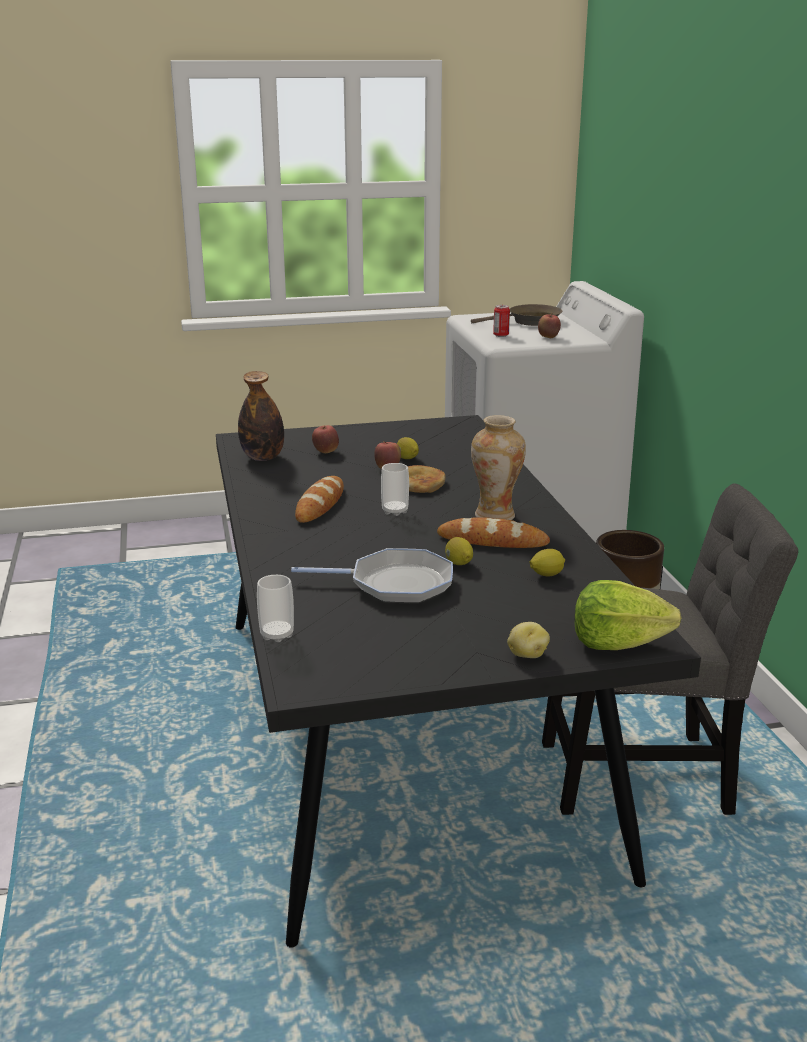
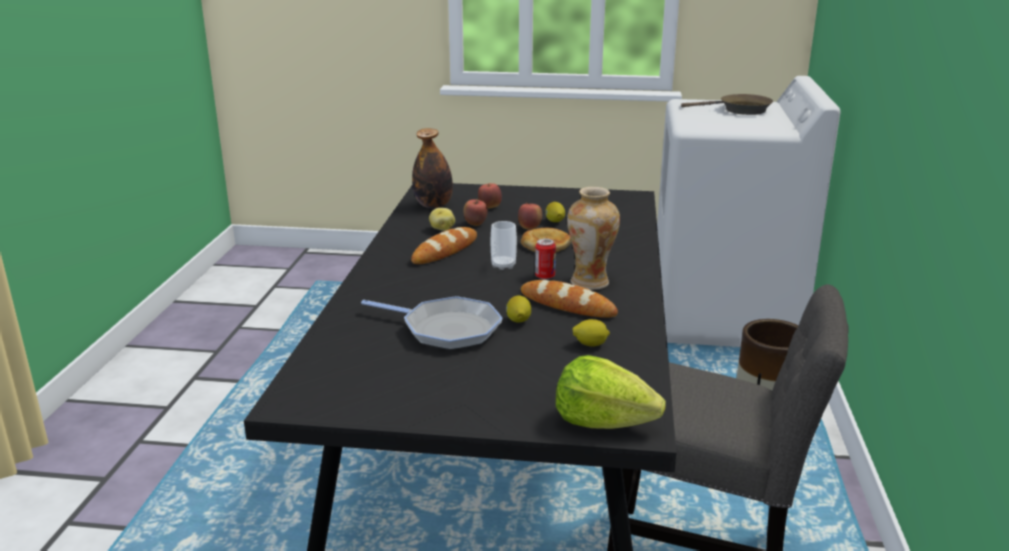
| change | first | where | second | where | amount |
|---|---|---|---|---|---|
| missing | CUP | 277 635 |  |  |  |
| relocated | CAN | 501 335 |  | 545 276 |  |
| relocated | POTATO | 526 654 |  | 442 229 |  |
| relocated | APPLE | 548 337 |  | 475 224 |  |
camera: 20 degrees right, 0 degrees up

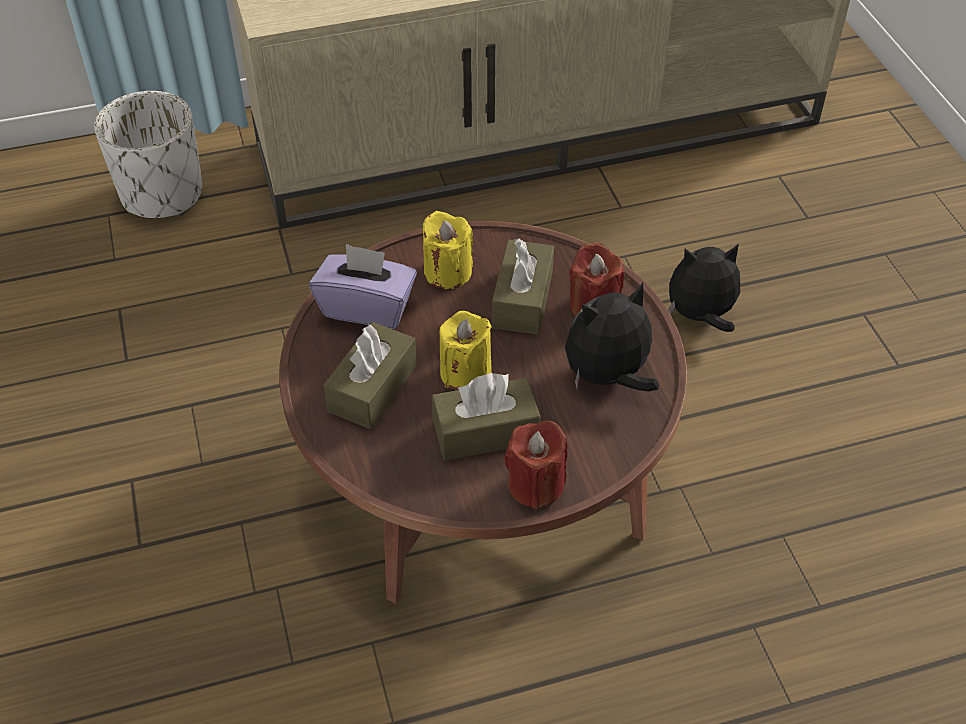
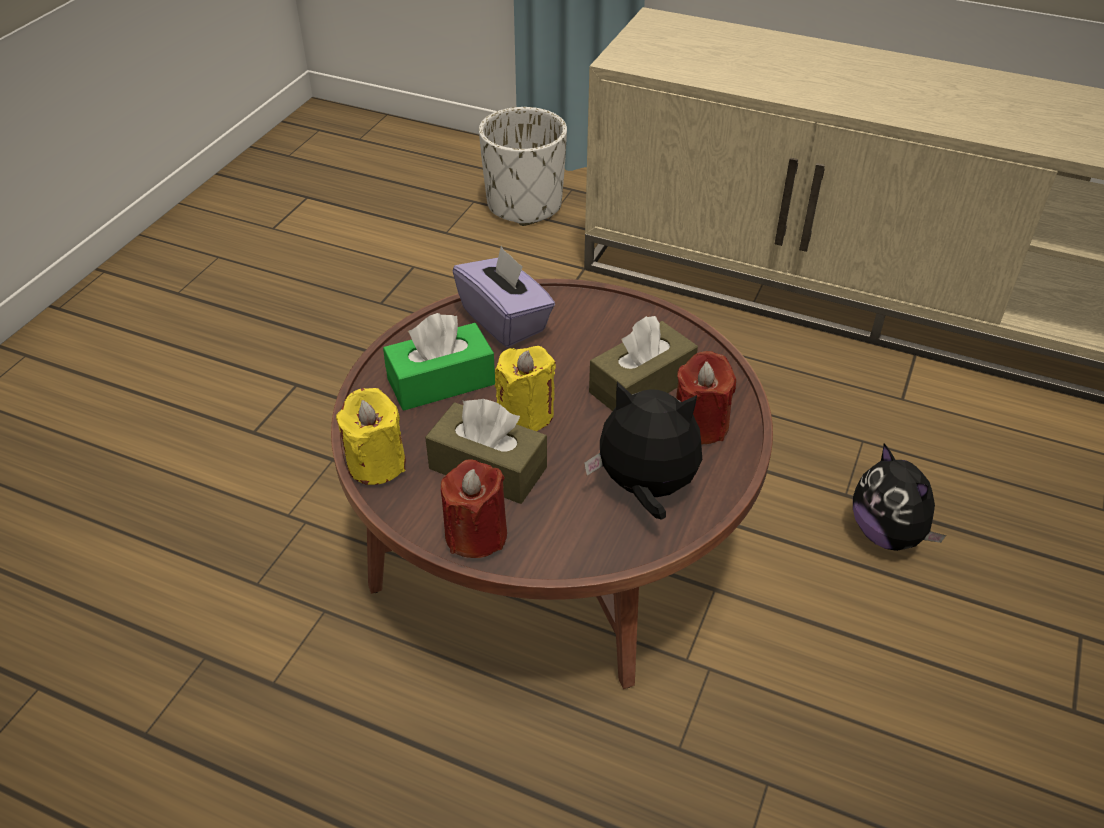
| change | first | where | second | where | amount |
|---|---|---|---|---|---|
| relocated | YELLOW CANDLE | 447 272 |  | 376 463 |  |
| colour | BROWN TISSUE BOX | 372 388 | GREEN TISSUE BOX | 441 382 |  |
| spun | PLUSH TOY | 700 316 |  | 887 533 | 150 degrees counterclockwise |
camera: 40 degrees right, 5 degrees down

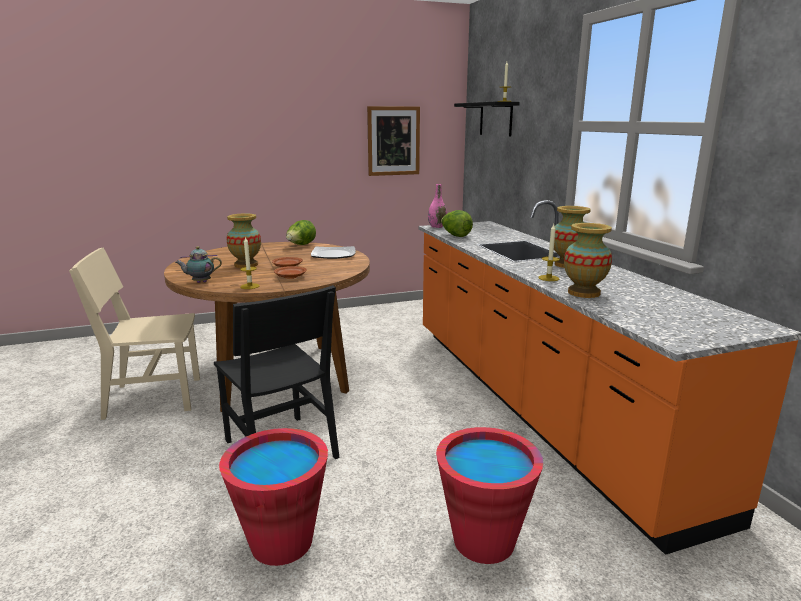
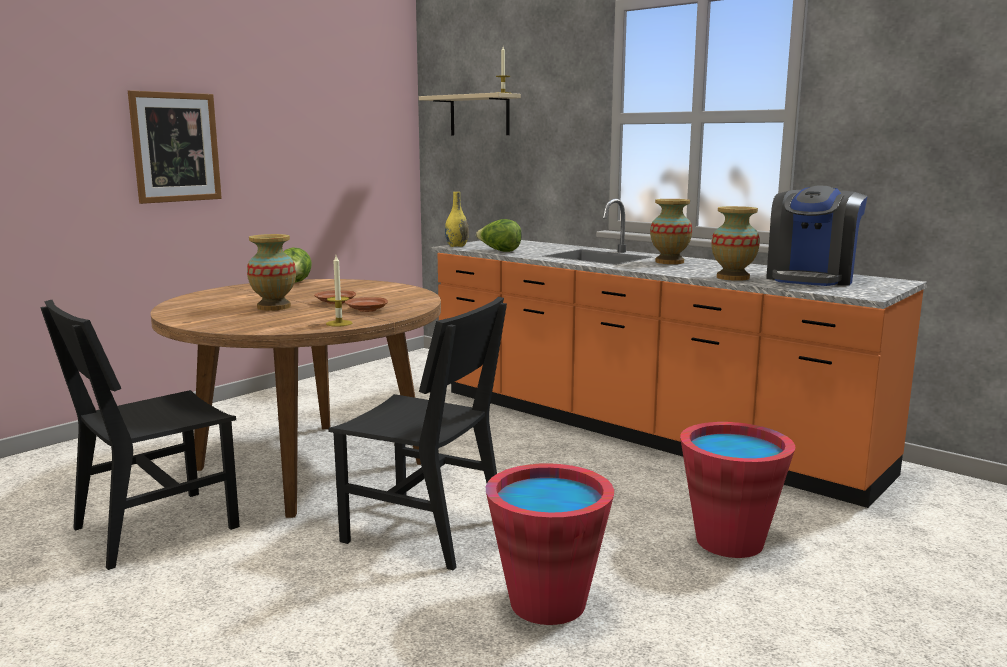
| change | first | where | second | where | amount |
|---|---|---|---|---|---|
| missing | TEAPOT | 200 282 |  |  |  |
| missing | PLATE | 333 254 |  |  |  |
| missing | CANDLE | 548 278 |  |  |  |
| appeared |  |  | COFFEE MACHINE | 811 278 |  |
| relocated | PICTURE | 393 141 |  | 176 147 |  |
| colour | BEIGE CHAIR | 153 397 | BLACK CHAIR | 156 527 |  |
| colour | PINK VASE | 437 227 | YELLOW VASE | 457 246 |  |
| colour | BLACK SHELF | 496 119 | BEIGE SHELF | 479 115 |  |
camera: 30 degrees left, 5 degrees down

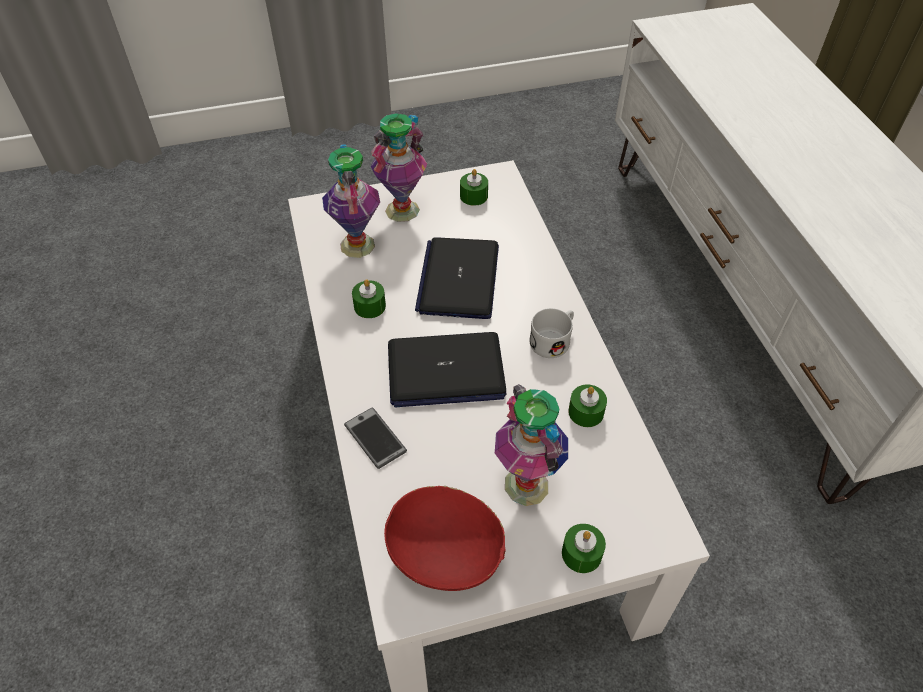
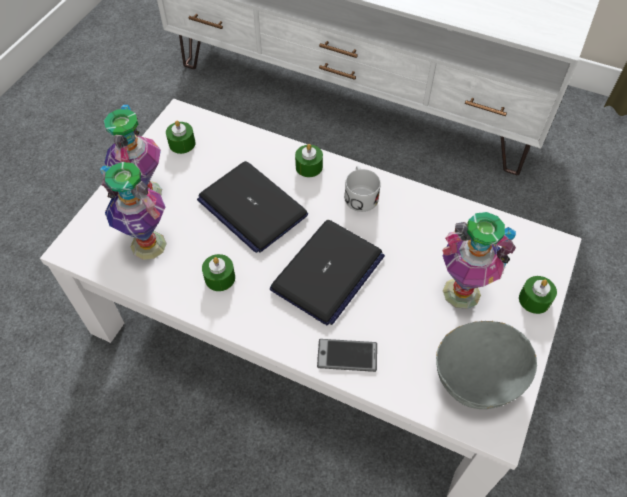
| change | first | where | second | where | amount |
|---|---|---|---|---|---|
| relocated | GREEN CANDLE | 586 412 |  | 309 167 |  |
| colour | RED BOWL | 446 554 | GREY BOWL | 478 375 |  |
camera: 50 degrees left, 5 degrees up

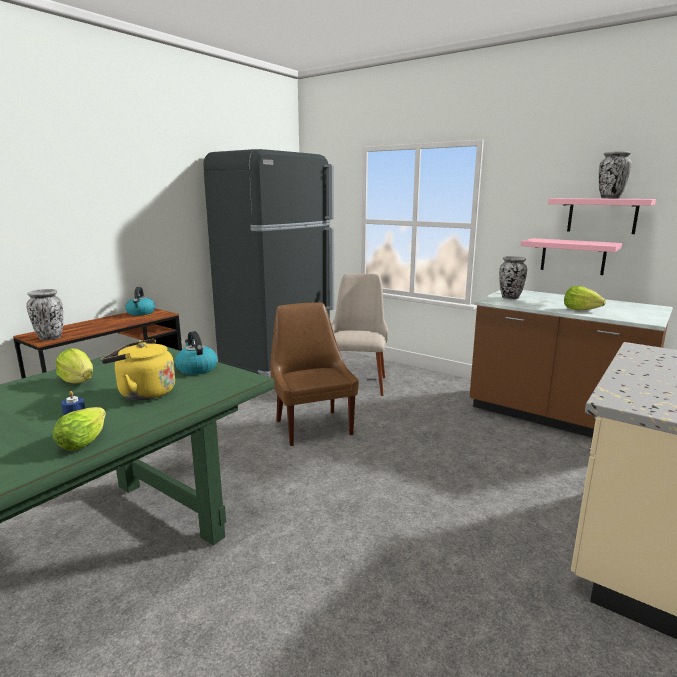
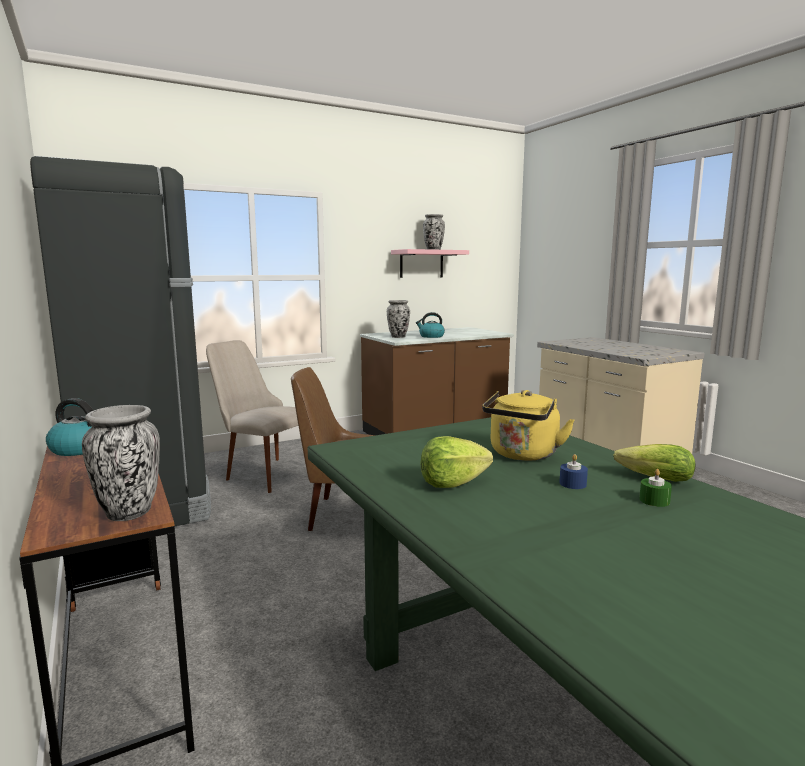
| change | first | where | second | where | amount |
|---|---|---|---|---|---|
| missing | PINK SHELF | 573 256 |  |  |  |
| missing | LETTUCE | 580 309 |  |  |  |
| appeared |  |  | GREEN CANDLE | 654 500 |  |
| relocated | KETTLE | 196 368 |  | 431 336 |  |
camera: 65 degrees left, 5 degrees down

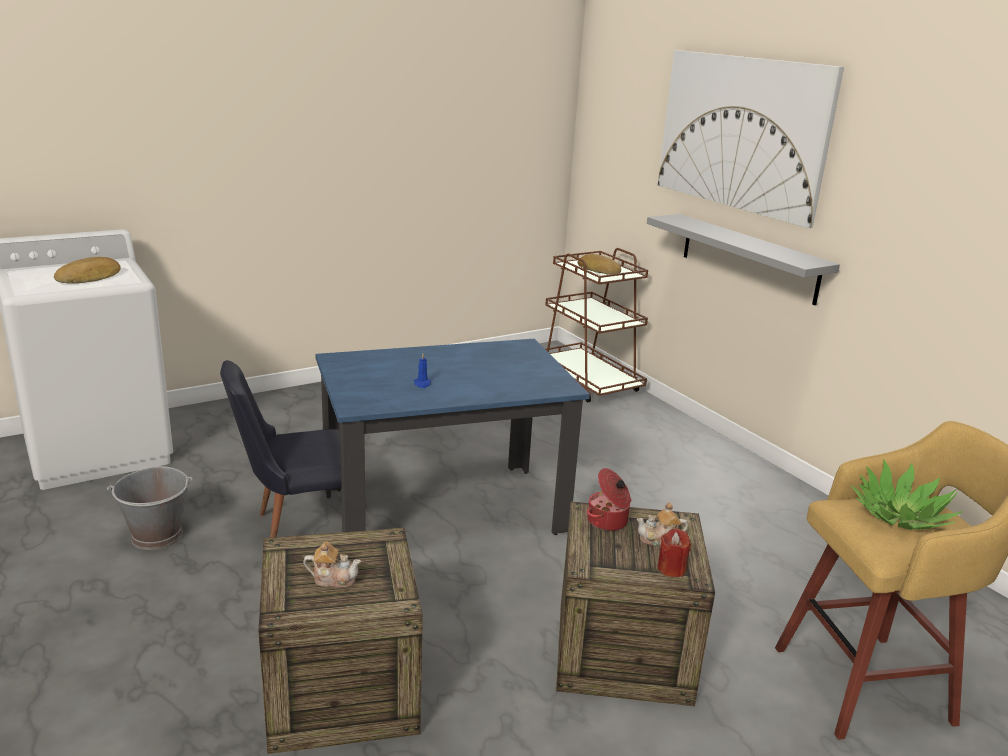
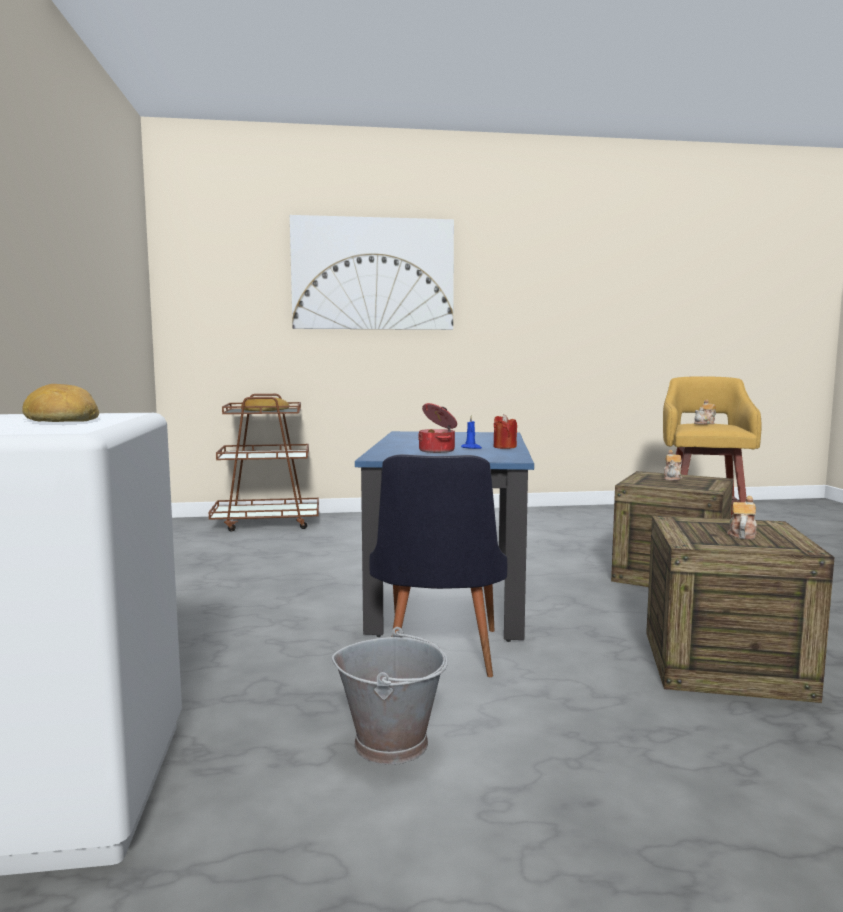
| change | first | where | second | where | amount |
|---|---|---|---|---|---|
| missing | GREY SHELF | 748 258 |  |  |  |
| relocated | COOKING POT | 608 522 |  | 438 450 |  |
| relocated | RED CANDLE | 671 568 |  | 504 447 |  |
| exchanged | POTTED PLANT | 900 516 | TEAPOT | 705 423 |  |
camera: 65 degrees left, 15 degrees down

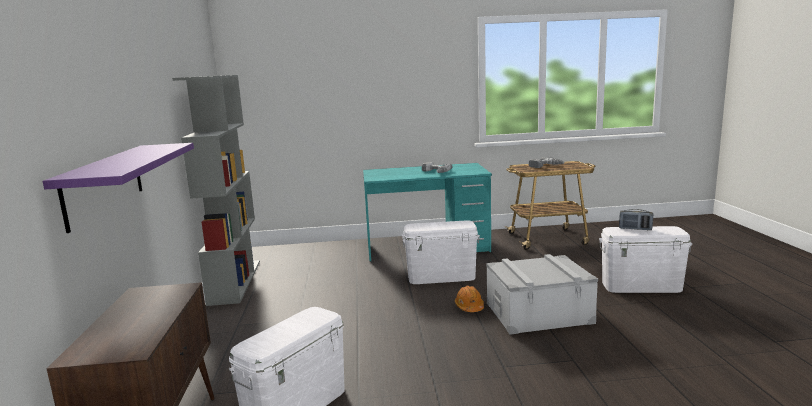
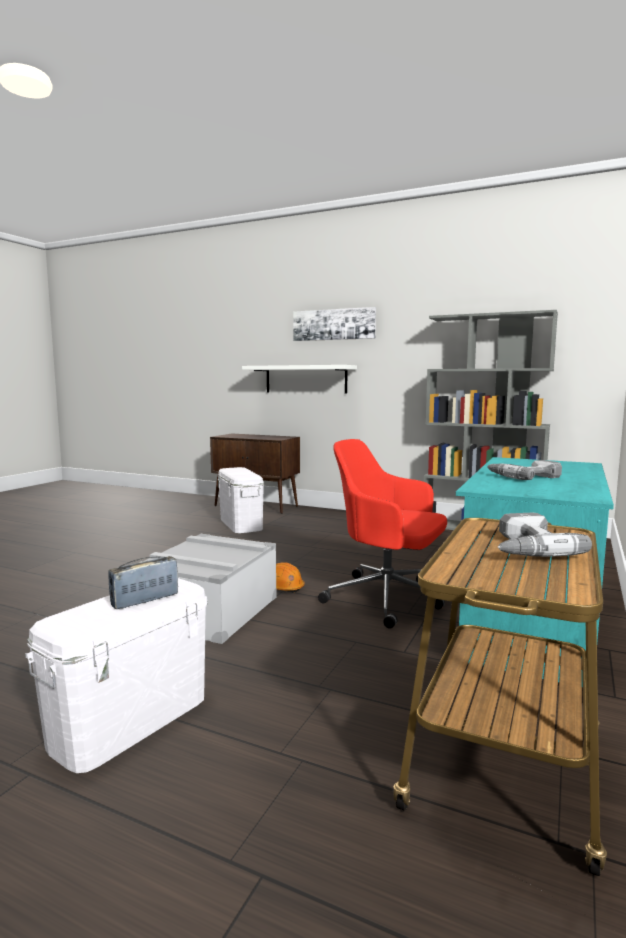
| change | first | where | second | where | amount |
|---|---|---|---|---|---|
| appeared |  |  | PICTURE | 334 324 |  |
| exchanged | WHITE STORAGE BOX | 441 277 | RED OFFICE CHAIR | 387 599 |  |
| colour | PURPLE SHELF | 104 184 | WHITE SHELF | 305 379 |  |
camera: 120 degrees right, 5 degrees down

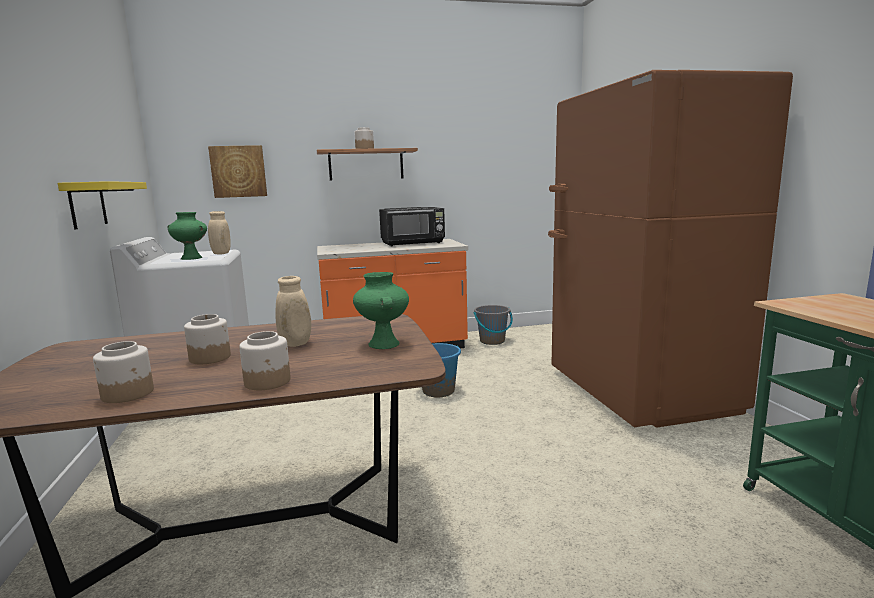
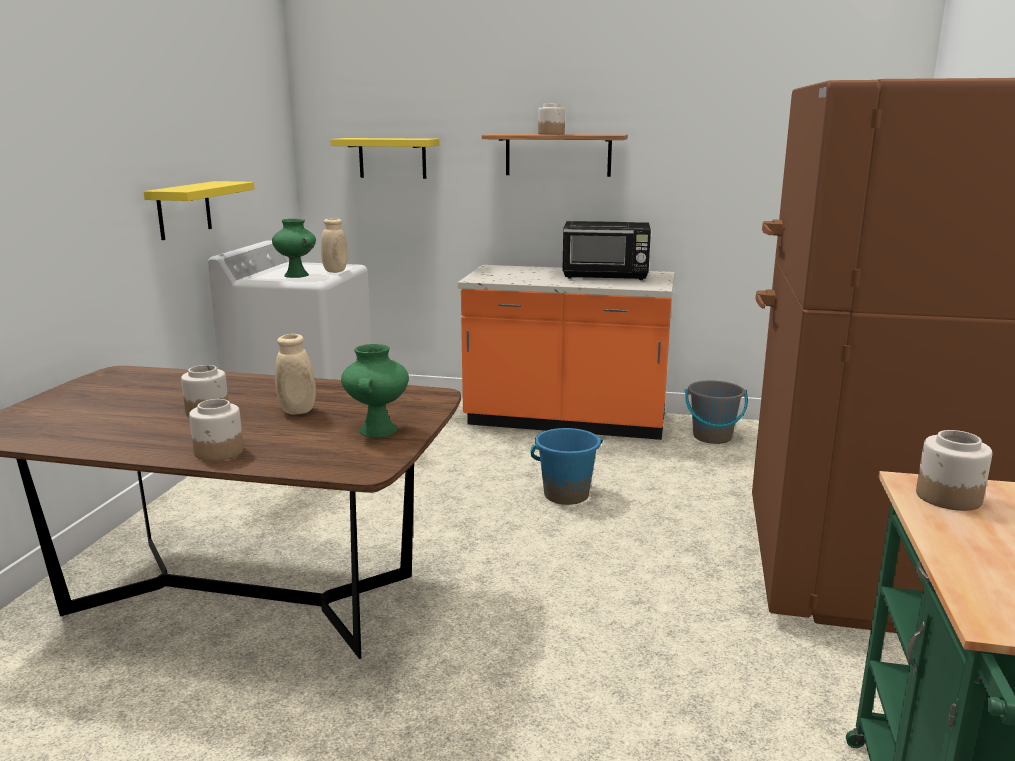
| change | first | where | second | where | amount |
|---|---|---|---|---|---|
| relocated | JAR | 128 393 |  | 949 497 |  |
| exchanged | PICTURE | 238 171 | YELLOW SHELF | 392 158 |  |
camera: 25 degrees right, 5 degrees up

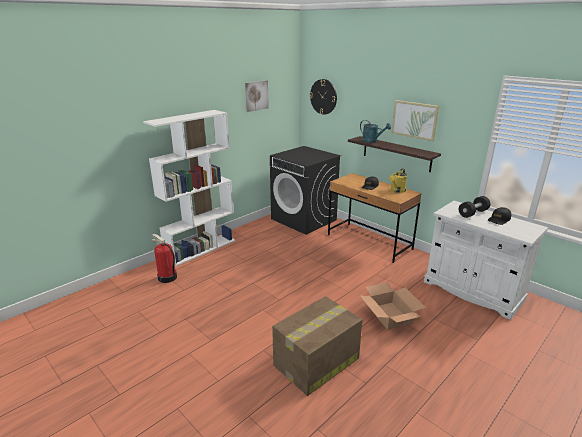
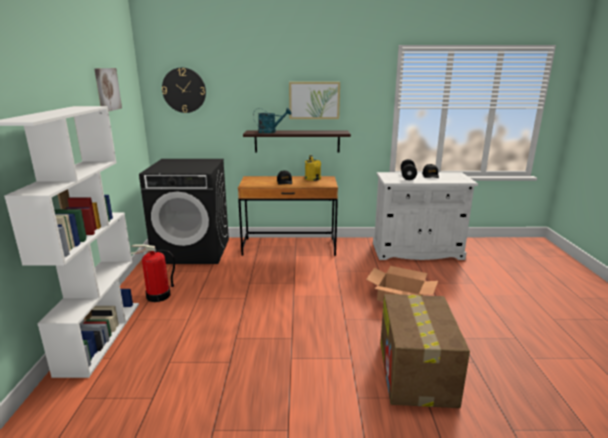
| change | first | where | second | where | amount |
|---|---|---|---|---|---|
| relocated | FIRE EXTINGUISHER | 167 277 |  | 158 296 |  |
camera: 45 degrees left, 5 degrees down

